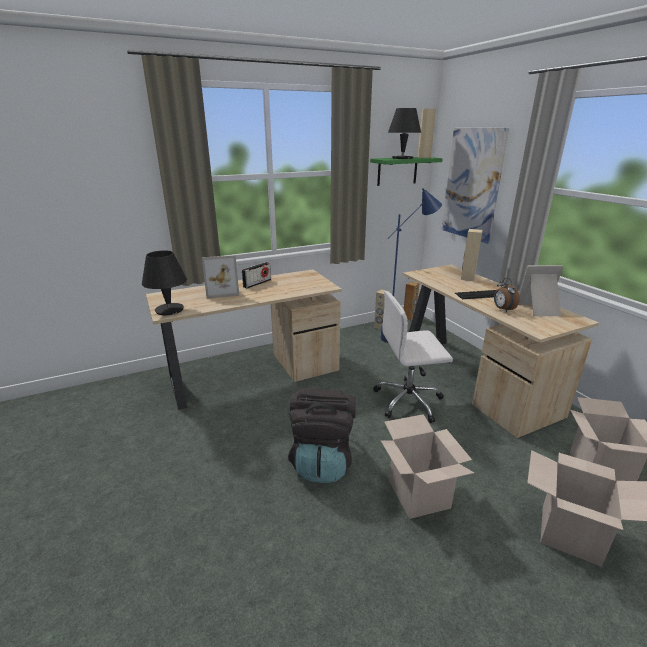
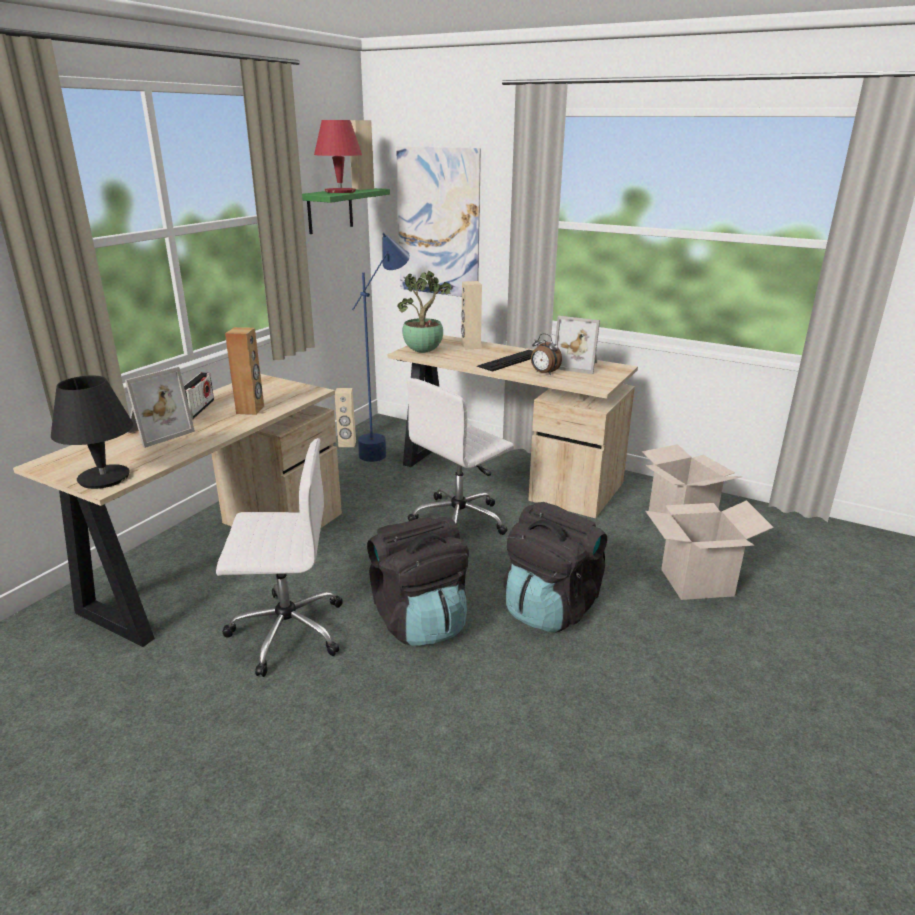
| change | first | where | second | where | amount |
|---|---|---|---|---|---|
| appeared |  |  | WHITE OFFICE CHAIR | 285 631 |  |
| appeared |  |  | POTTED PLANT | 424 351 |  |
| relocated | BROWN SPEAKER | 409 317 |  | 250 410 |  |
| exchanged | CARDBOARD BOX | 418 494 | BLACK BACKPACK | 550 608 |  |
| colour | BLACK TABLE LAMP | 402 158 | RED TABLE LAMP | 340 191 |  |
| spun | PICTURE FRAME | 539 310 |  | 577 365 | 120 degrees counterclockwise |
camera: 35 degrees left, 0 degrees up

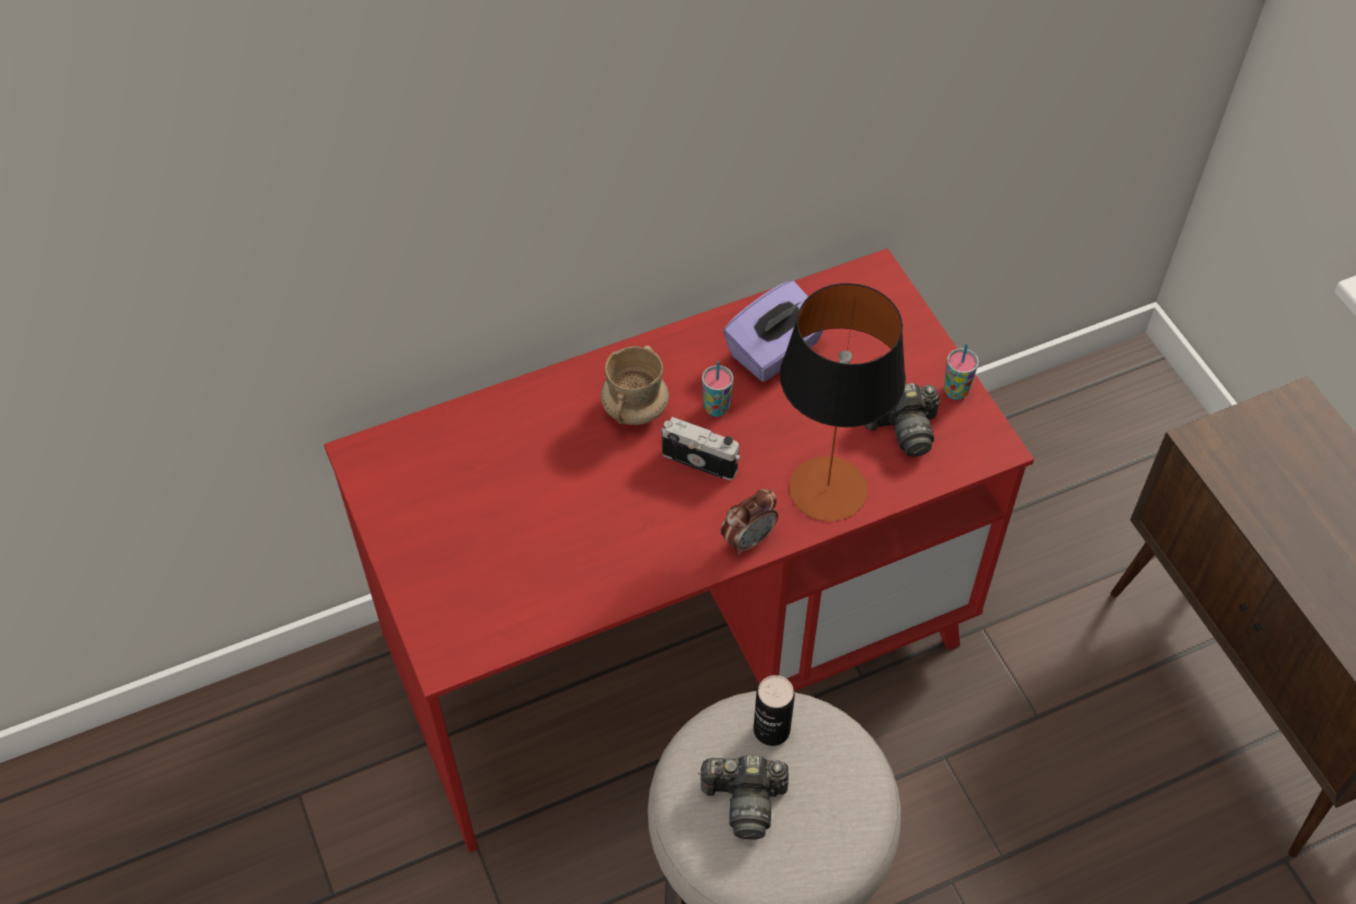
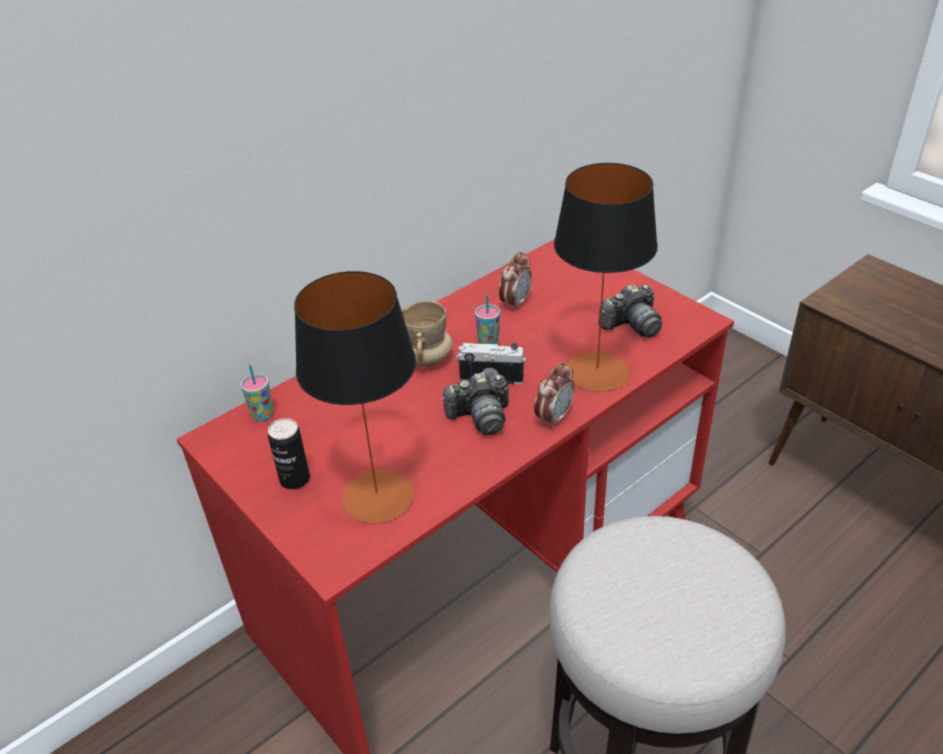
| change | first | where | second | where | amount |
|---|---|---|---|---|---|
| appeared |  |  | TABLE LAMP | 377 496 |  |
| relocated | PHOTO CAMERA | 745 800 |  | 480 417 |  |
| relocated | CAN | 771 730 |  | 295 479 |  |
| relocated | CUP | 955 391 |  | 262 415 |  |
| exchanged | PURPLE TISSUE BOX | 775 352 | ALARM CLOCK | 515 303 |  |
camera: 15 degrees left, 15 degrees down

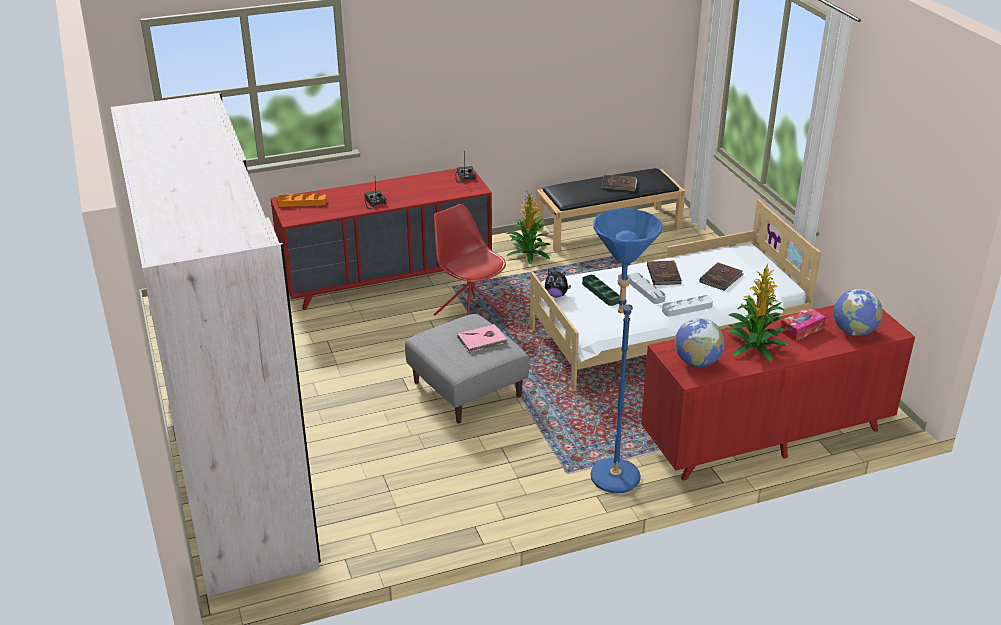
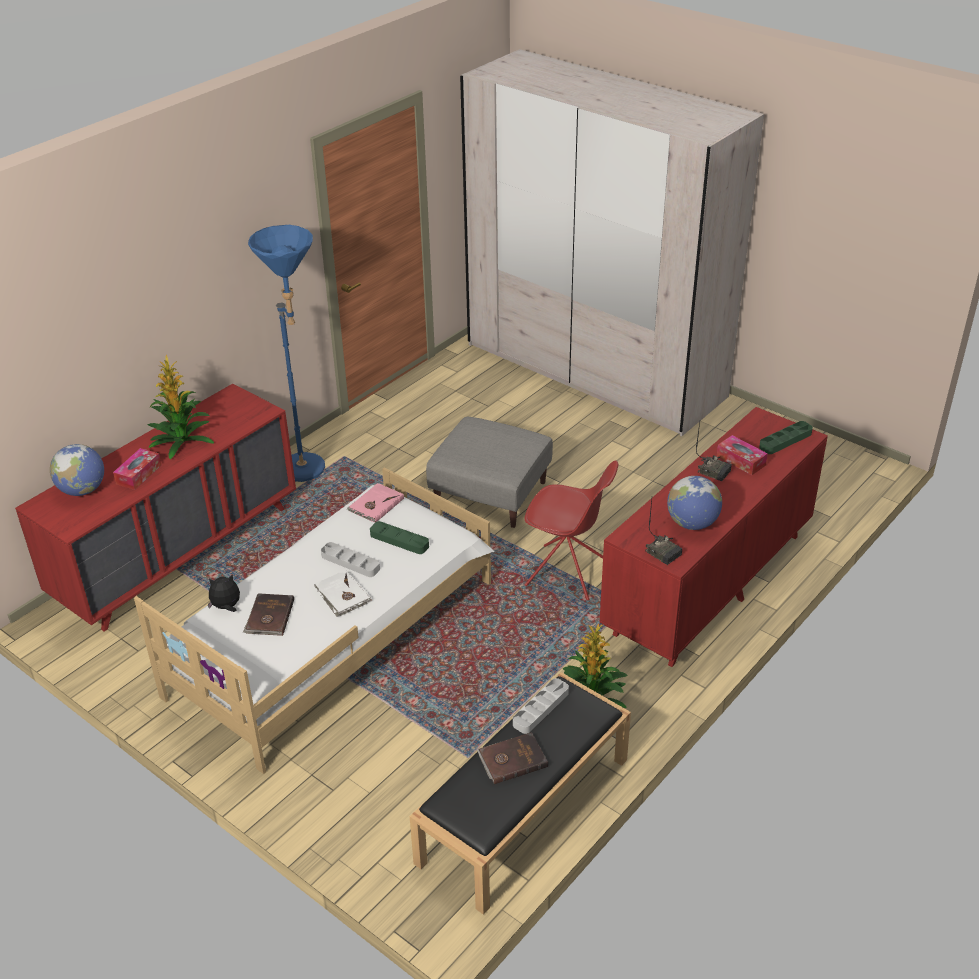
| change | first | where | second | where | amount |
|---|---|---|---|---|---|
| appeared |  |  | TISSUE BOX | 741 461 |  |
| relocated | PINK BOOK | 482 341 |  | 375 505 |  |
| relocated | PLUSH TOY | 556 295 |  | 226 607 |  |
| relocated | GREY TRAY | 687 308 |  | 540 708 |  |
| relocated | GLOBE | 697 362 |  | 692 523 |  |
| colour | ORANGE TRAY | 301 203 | GREEN TRAY | 785 440 |  |
| colour | BROWN BOOK | 664 274 | WHITE BOOK | 342 595 |  |
camera: 150 degrees right, 5 degrees up

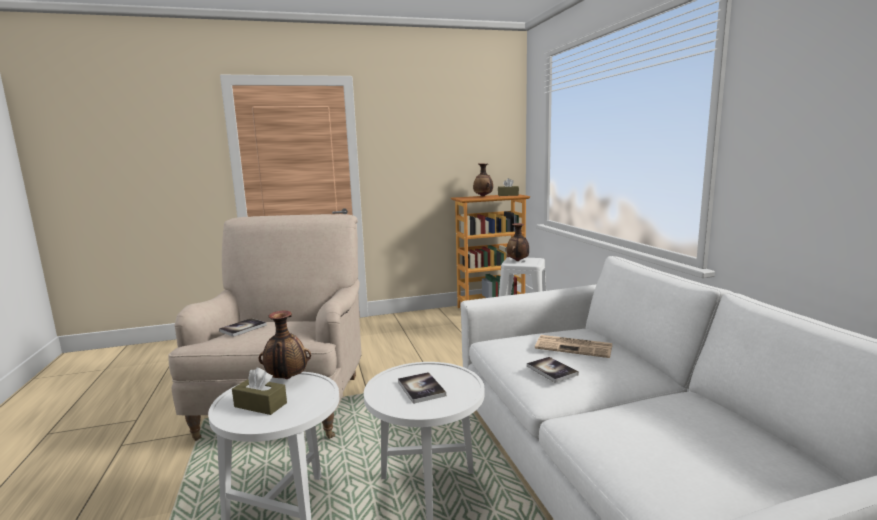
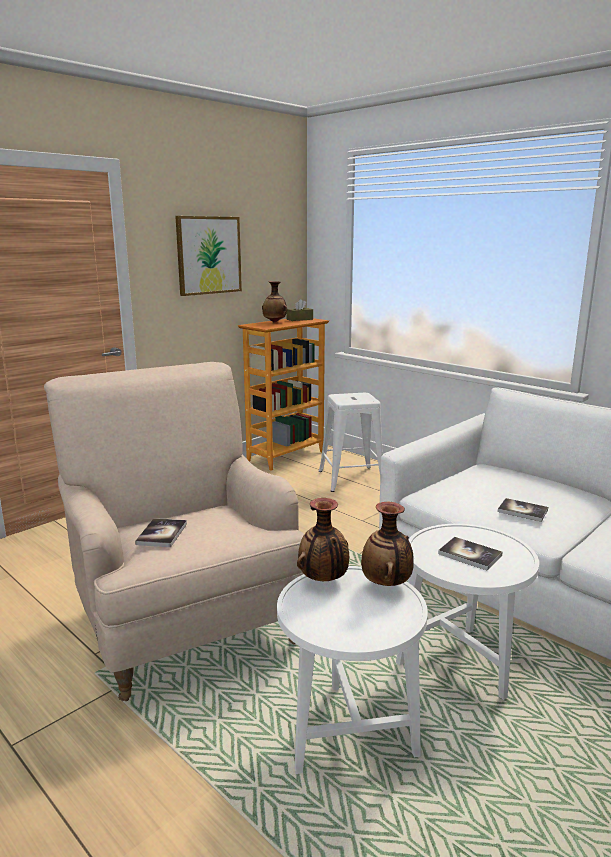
| change | first | where | second | where | amount |
|---|---|---|---|---|---|
| missing | BROWN TISSUE BOX | 260 405 |  |  |  |
| missing | NEWSPAPER | 575 347 |  |  |  |
| appeared |  |  | PICTURE | 208 255 |  |
| relocated | VASE | 518 261 |  | 386 584 |  |
camera: 30 degrees left, 5 degrees up

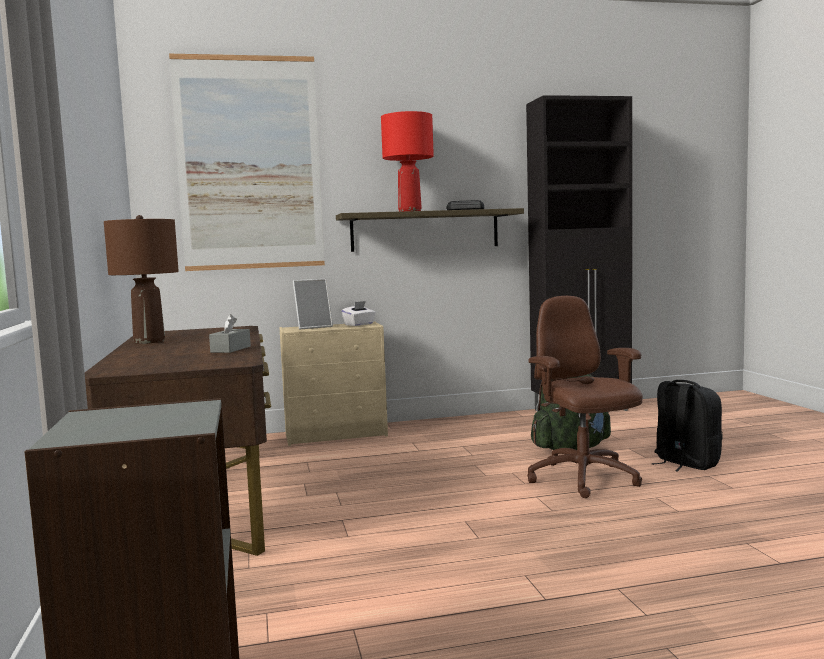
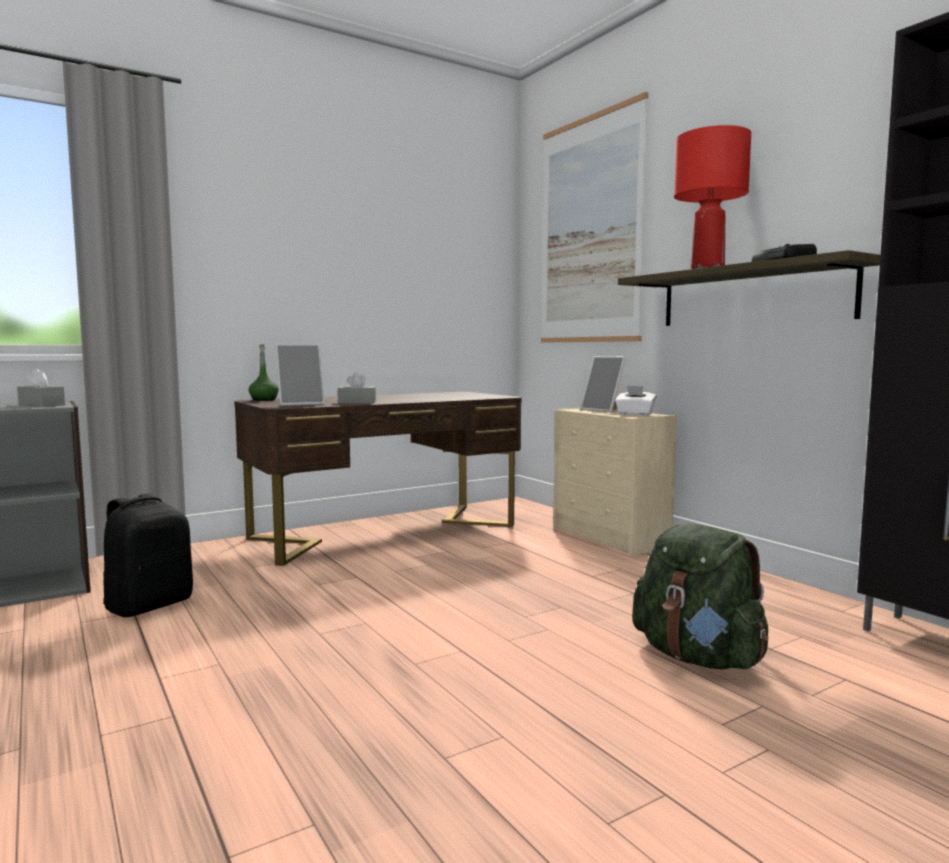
| change | first | where | second | where | amount |
|---|---|---|---|---|---|
| missing | BROWN TABLE LAMP | 149 341 |  |  |  |
| missing | BROWN OFFICE CHAIR | 583 479 |  |  |  |
| appeared |  |  | GREY TISSUE BOX | 41 405 |  |
| appeared |  |  | GREEN BOTTLE | 263 400 |  |
| appeared |  |  | PICTURE FRAME | 301 404 |  |
| relocated | BLACK BACKPACK | 685 463 |  | 149 605 |  |
camera: 70 degrees right, 0 degrees up

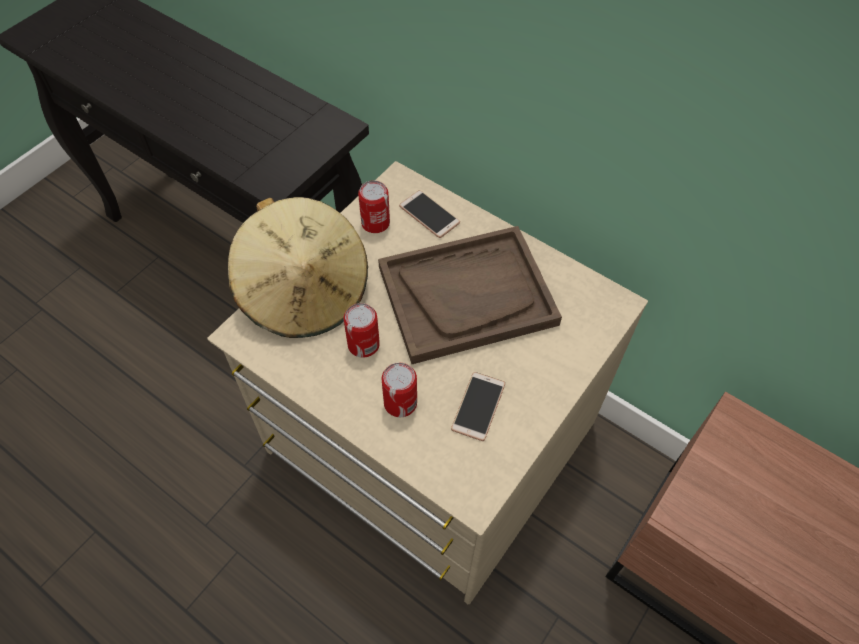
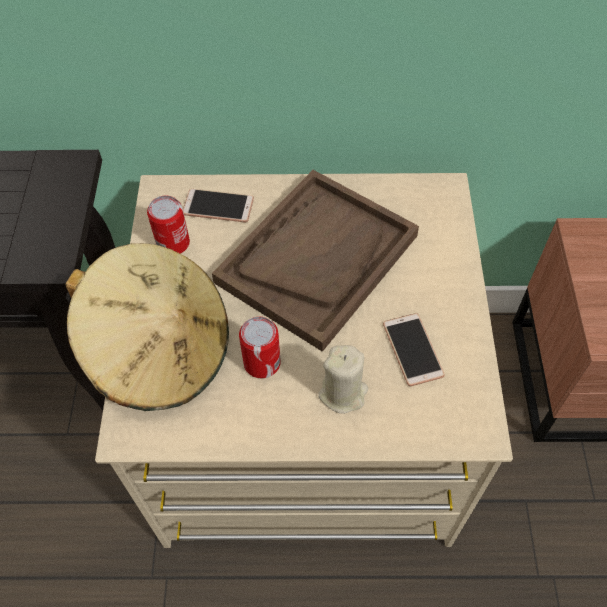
| change | first | where | second | where | amount |
|---|---|---|---|---|---|
| exchanged | CAN | 400 403 | BEIGE CANDLE | 343 393 |  |
camera: 35 degrees left, 0 degrees up

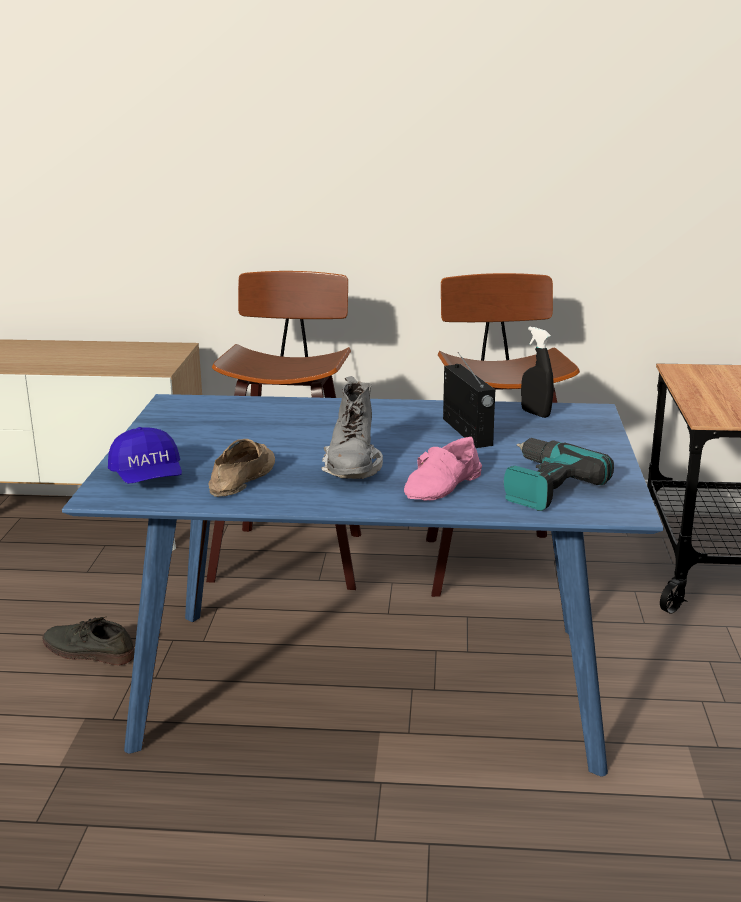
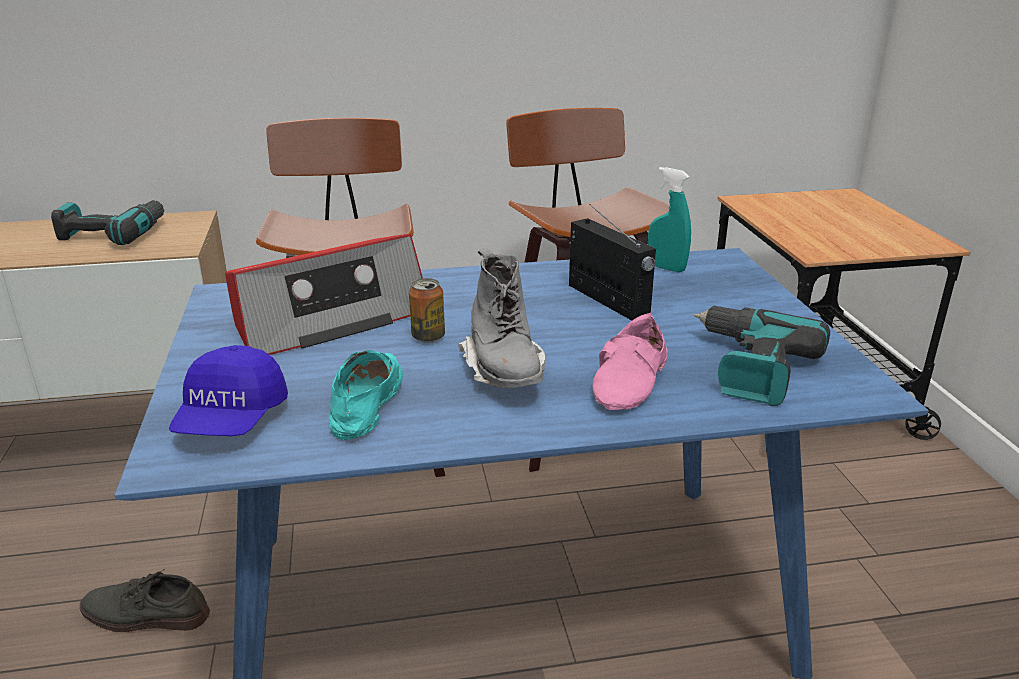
| change | first | where | second | where | amount |
|---|---|---|---|---|---|
| appeared |  |  | POWER DRILL | 113 233 |  |
| appeared |  |  | RADIO | 328 319 |  |
| appeared |  |  | CAN | 428 337 |  |
| colour | BEIGE SHOE | 241 477 | TURQUOISE SHOE | 364 401 |  |
| colour | BLACK SPRAY BOTTLE | 535 413 | TURQUOISE SPRAY BOTTLE | 666 268 |  |
| spun | BLUE CAP | 148 478 |  | 231 419 | 45 degrees clockwise |
camera: 15 degrees left, 5 degrees up

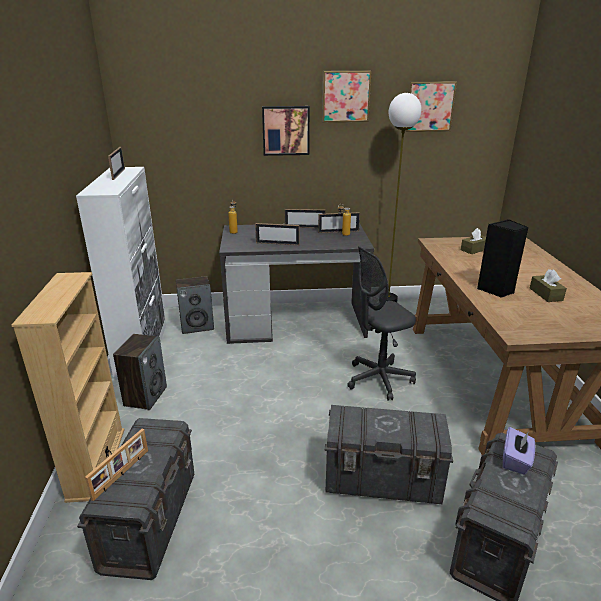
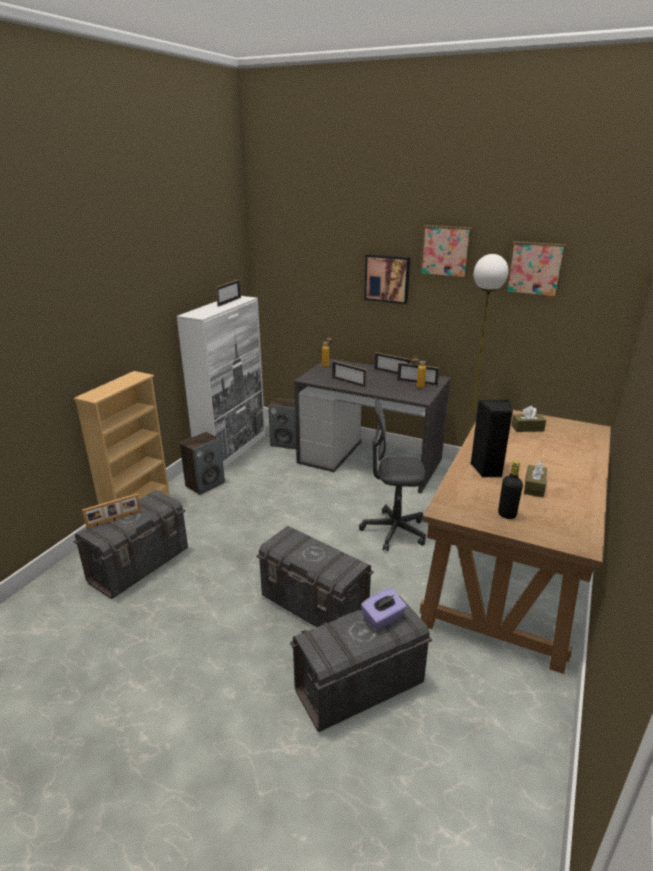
| change | first | where | second | where | amount |
|---|---|---|---|---|---|
| appeared |  |  | BLACK BOTTLE | 507 514 |  |
camera: 30 degrees right, 0 degrees up

